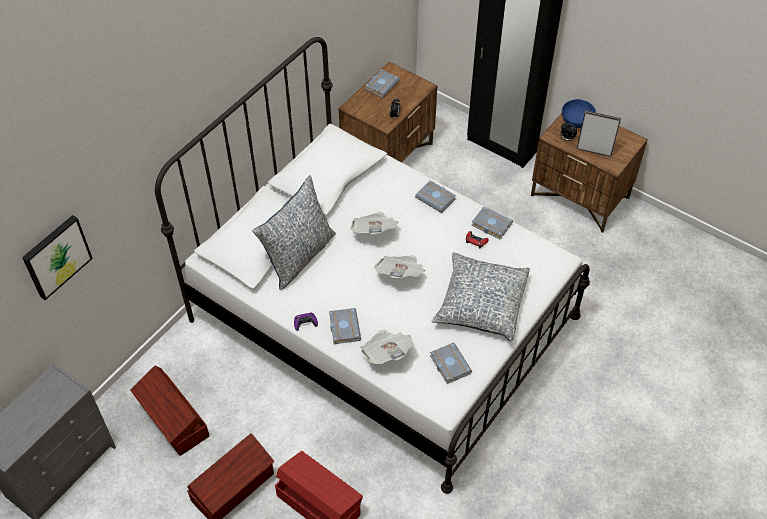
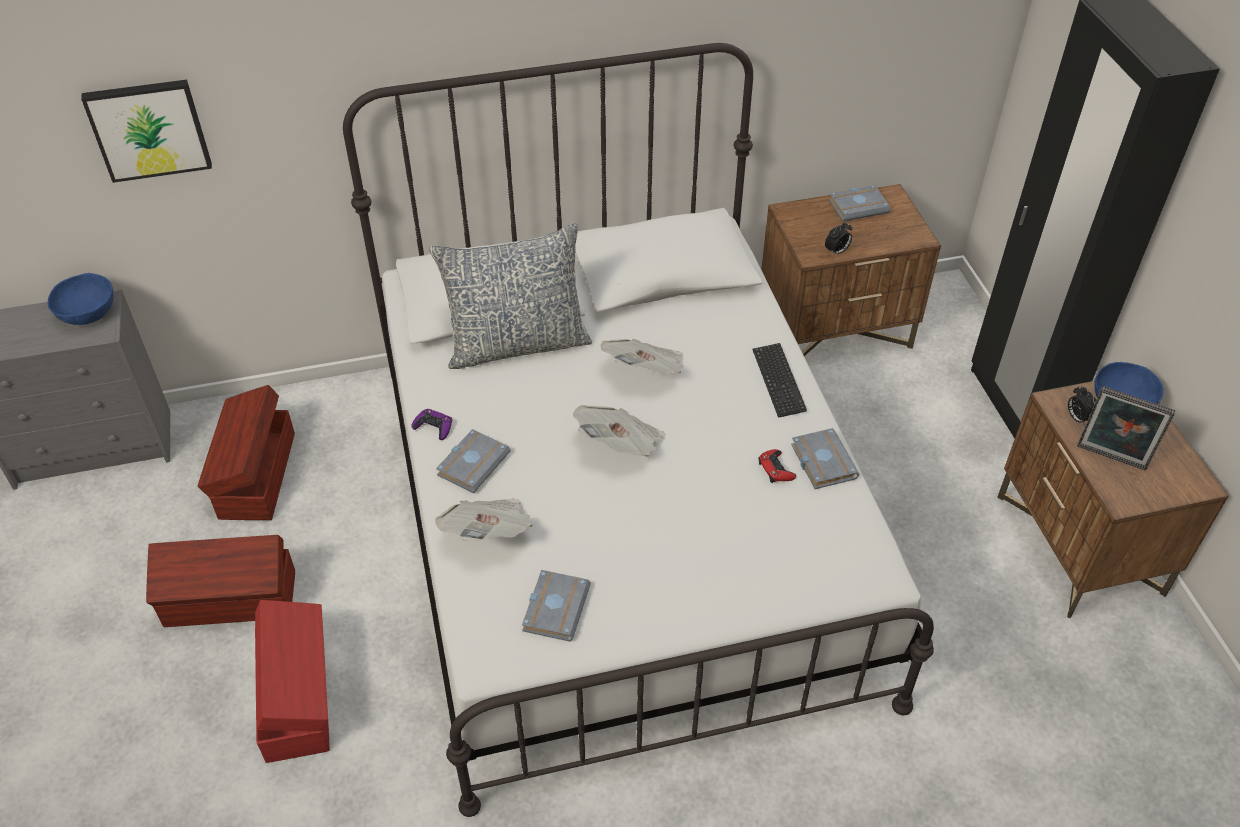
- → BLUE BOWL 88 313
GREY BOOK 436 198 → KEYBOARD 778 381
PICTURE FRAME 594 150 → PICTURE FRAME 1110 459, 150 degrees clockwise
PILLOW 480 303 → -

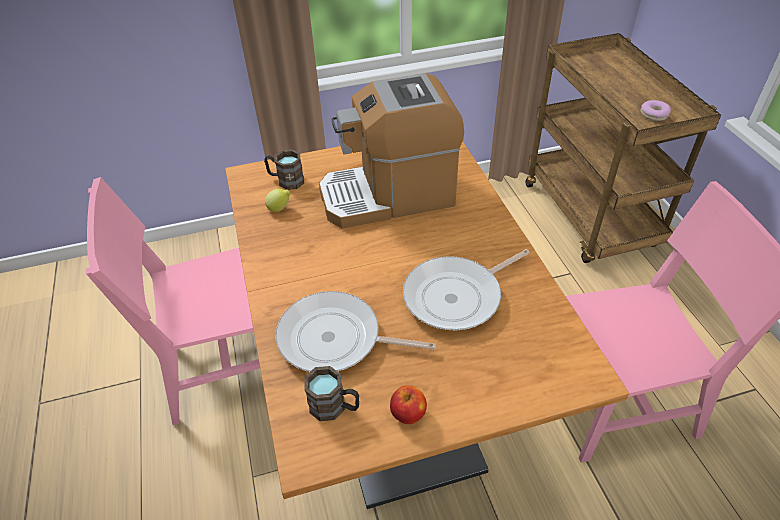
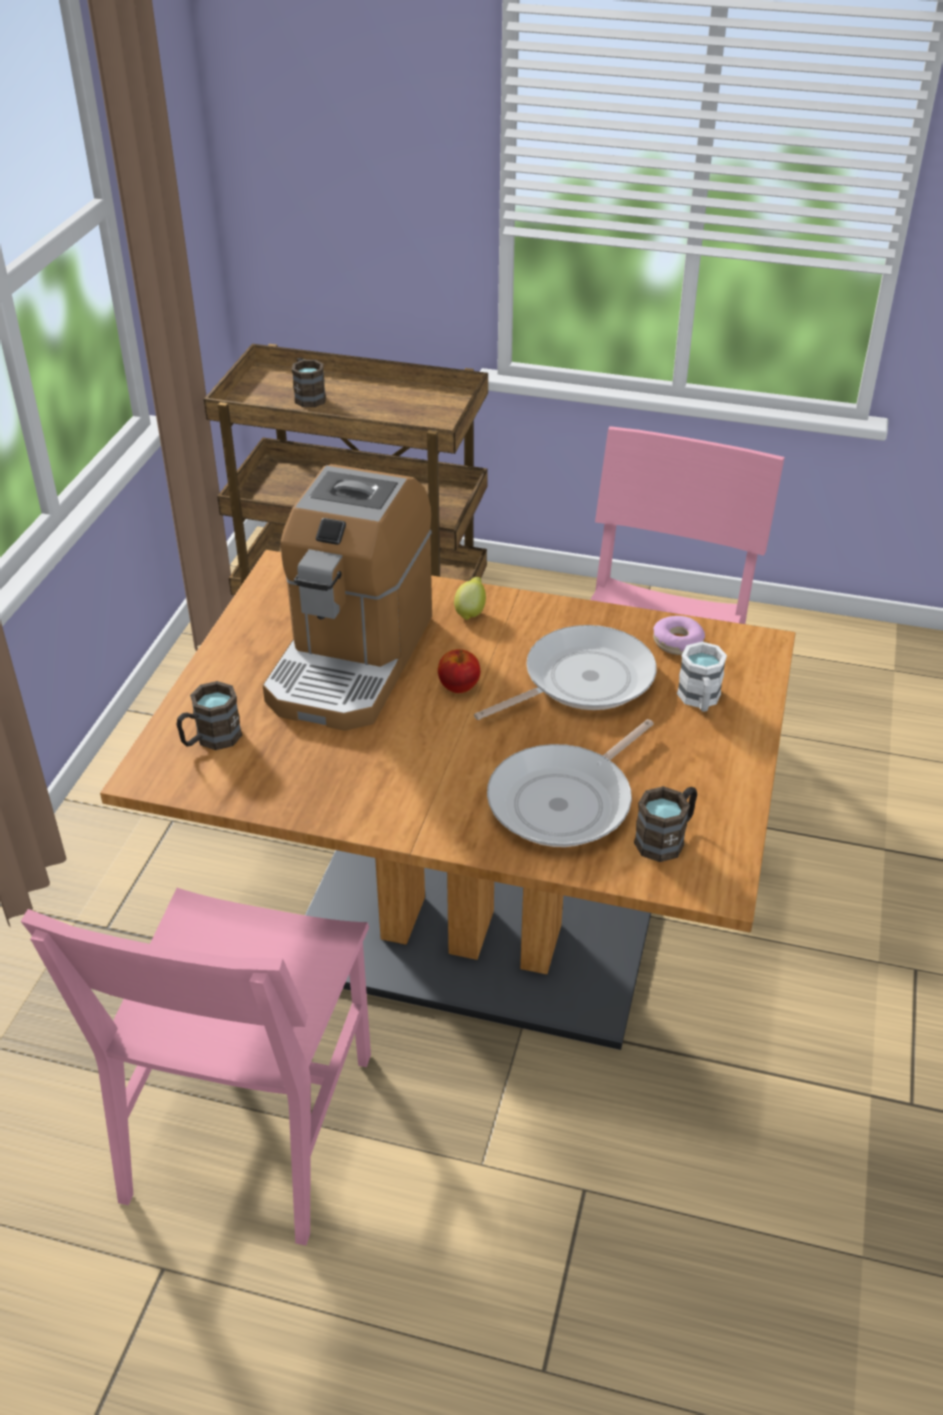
- → BROWN MUG 308 396
APPLE 408 414 → APPLE 459 686, relocated
LEMON 280 209 → LEMON 470 612, relocated
FRYING PAN 457 296 → FRYING PAN 581 680, 120 degrees counterclockwise
DONUT 654 114 → DONUT 677 642, relocated
- → WHITE MUG 699 700

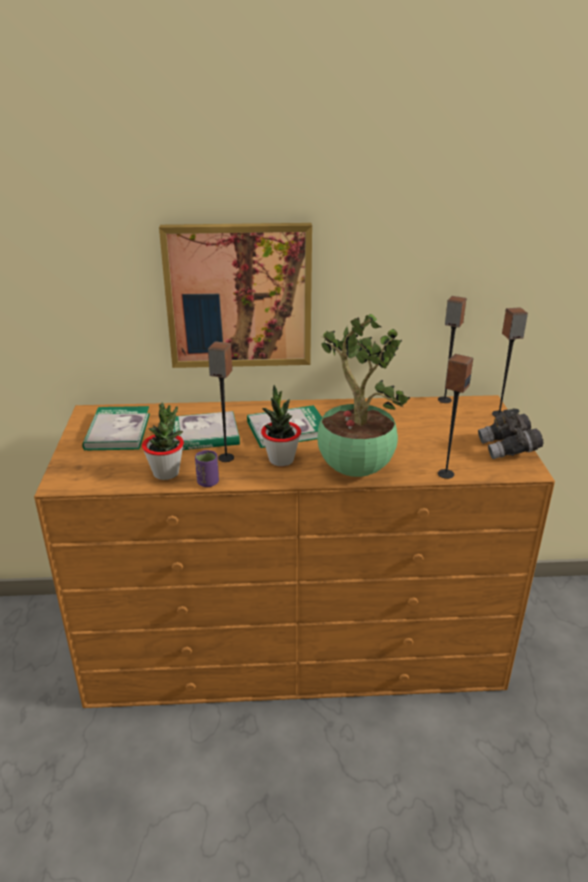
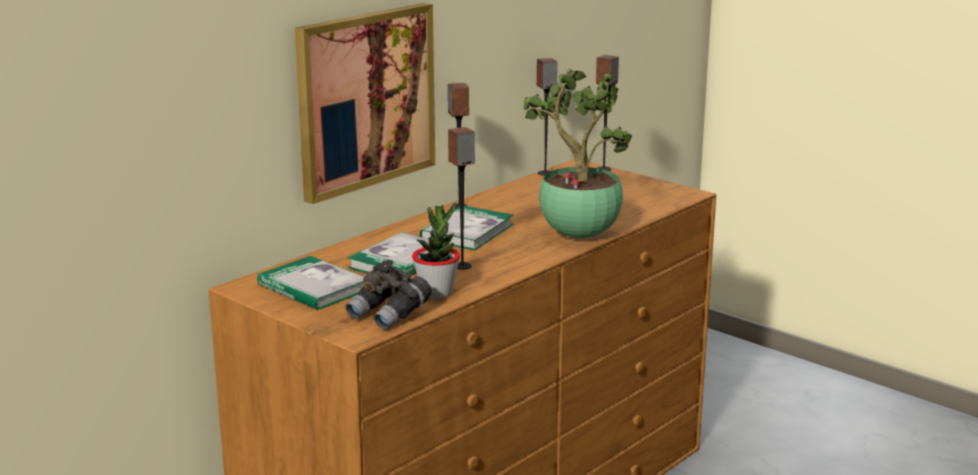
GREY BINOCULARS 508 449 → GREY BINOCULARS 389 315, relocated
SPEAKER 445 474 → SPEAKER 459 207, relocated
PURPLE CUP 208 482 → -
POTTED PLANT 281 460 → -

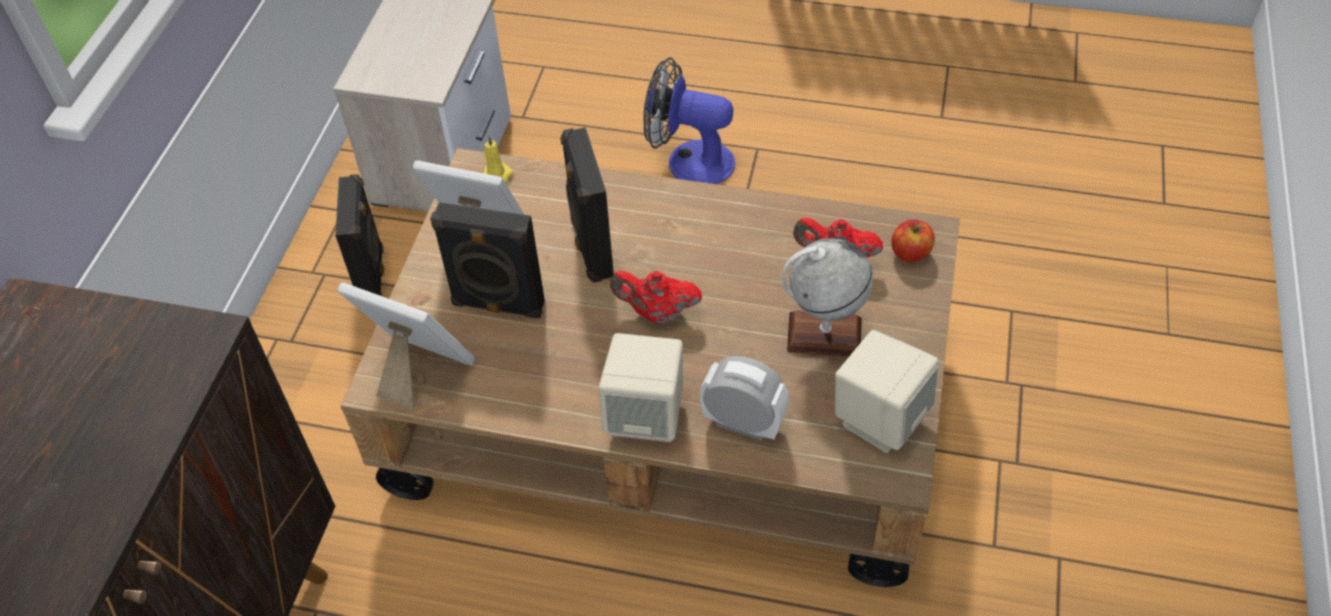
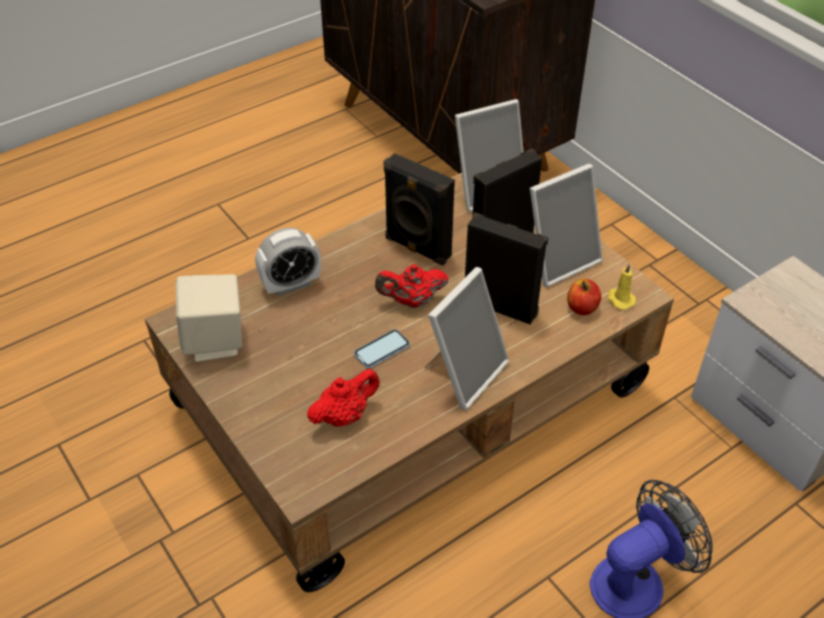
- → PHONE 382 350
RED TEAPOT 657 312 → RED TEAPOT 412 301, 150 degrees counterclockwise
BLACK SPEAKER 373 276 → BLACK SPEAKER 416 248, relocated
- → PICTURE FRAME 464 372
APPLE 910 252 → APPLE 582 308, relocated
BEIGE SPEAKER 646 416 → -
GLOBE 824 334 → -

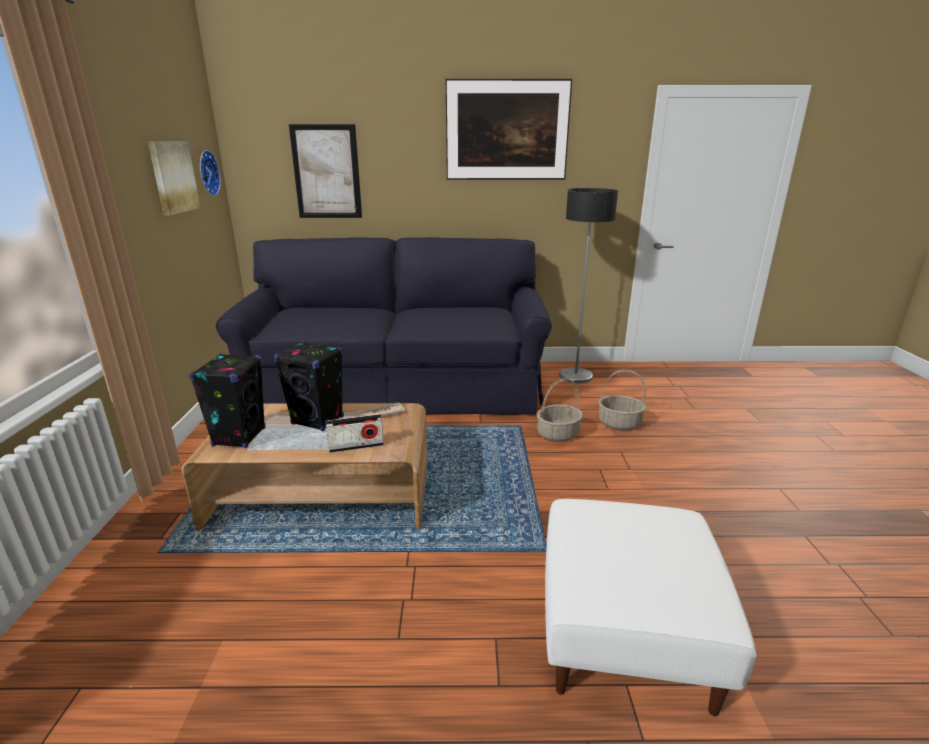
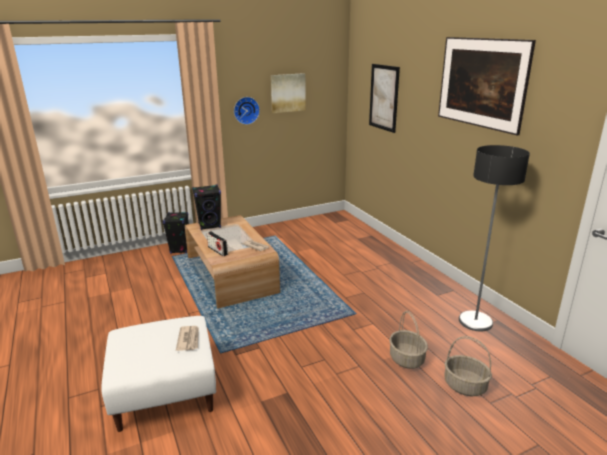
BLACK SPEAKER 318 421 → BLACK SPEAKER 180 249, relocated
- → NEWSPAPER 189 339
WALL CLOCK 206 173 → WALL CLOCK 246 110, relocated
BASKET 558 434 → BASKET 465 386, relocated
BLACK SOFA 396 386 → -

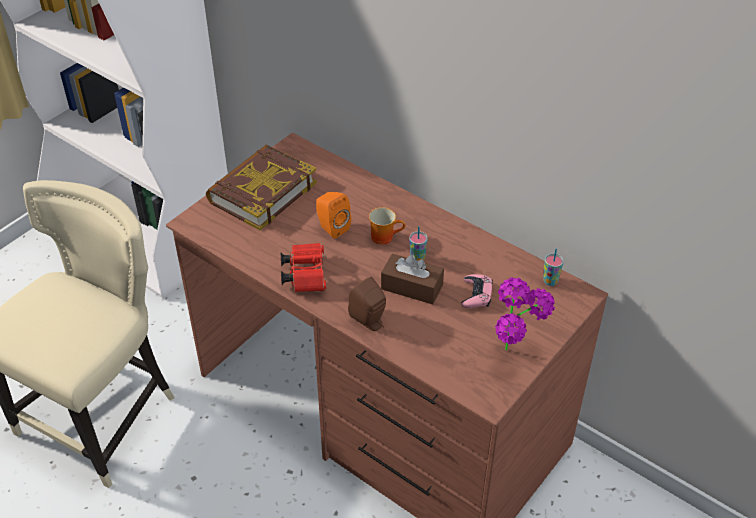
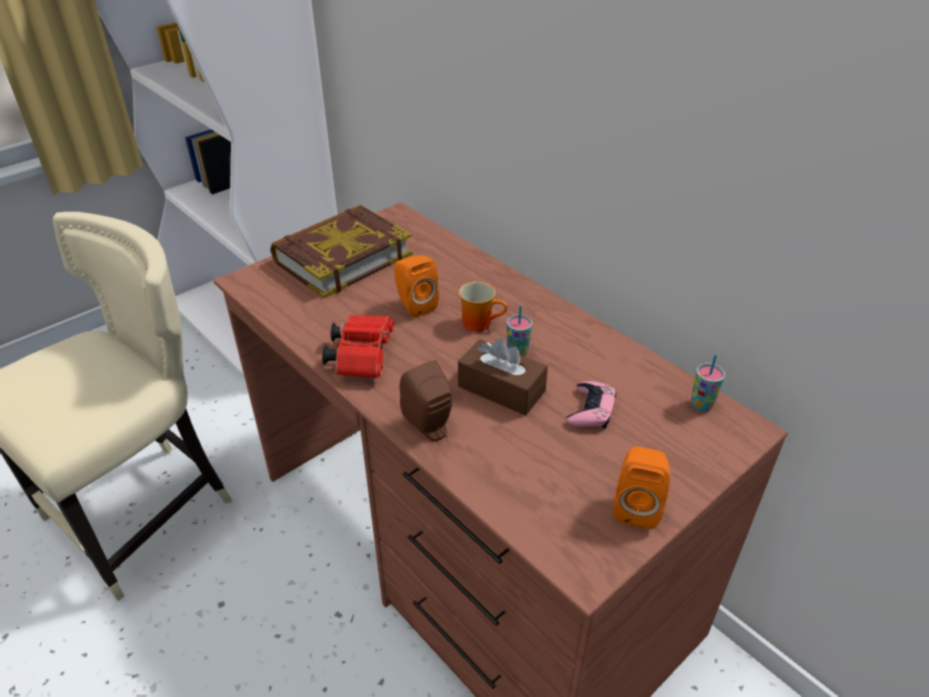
POTTED PLANT 515 356 → ORANGE SPEAKER 636 506

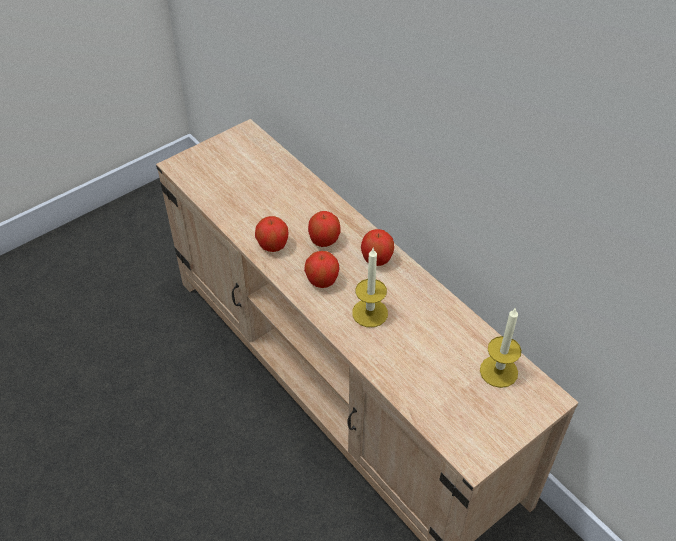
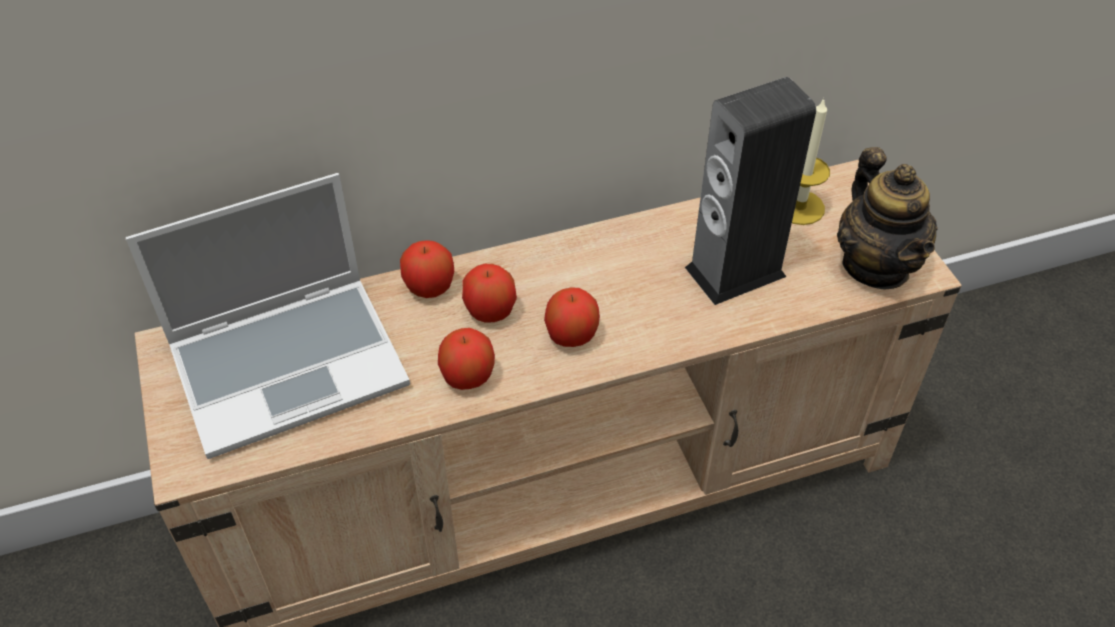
- → LAPTOP 291 364
APPLE 377 259 → APPLE 429 287, relocated
- → SPEAKER 735 272
- → TEAPOT 876 266
CANDLE 370 313 → -

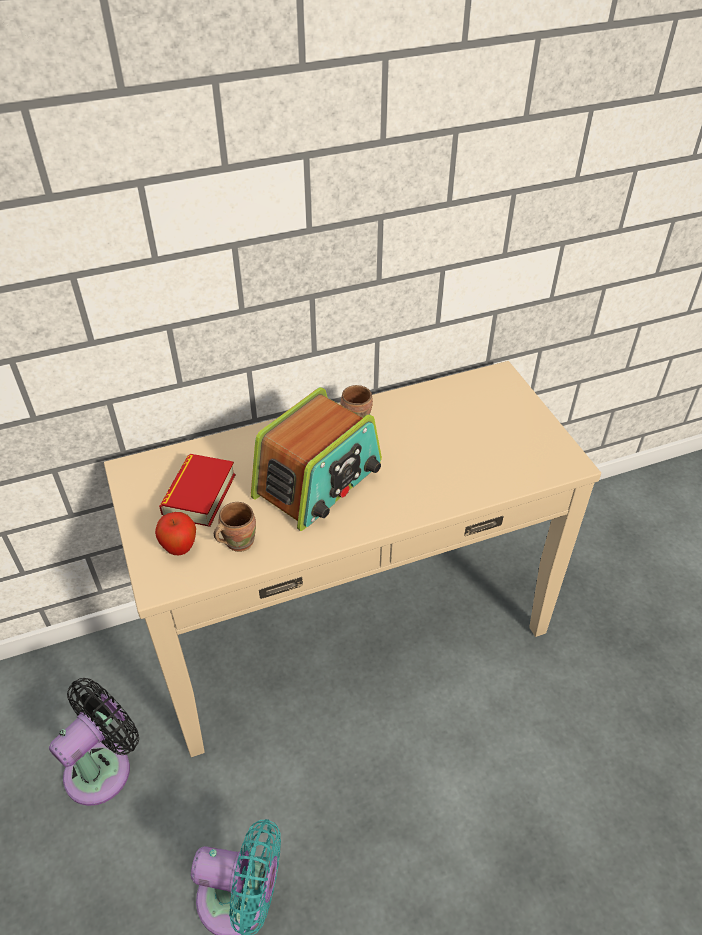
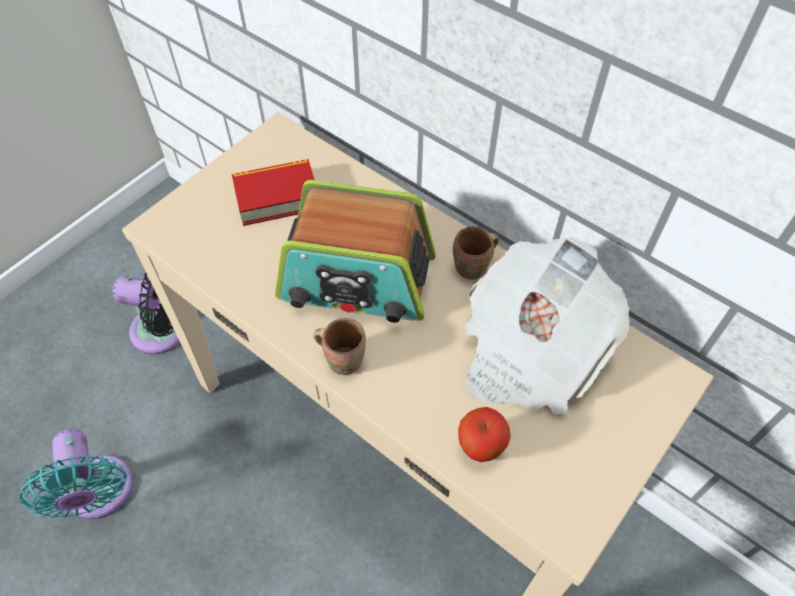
BROWN MUG 237 541 → BROWN MUG 344 358, relocated
APPLE 180 548 → APPLE 480 448, relocated
- → NEWSPAPER 529 350

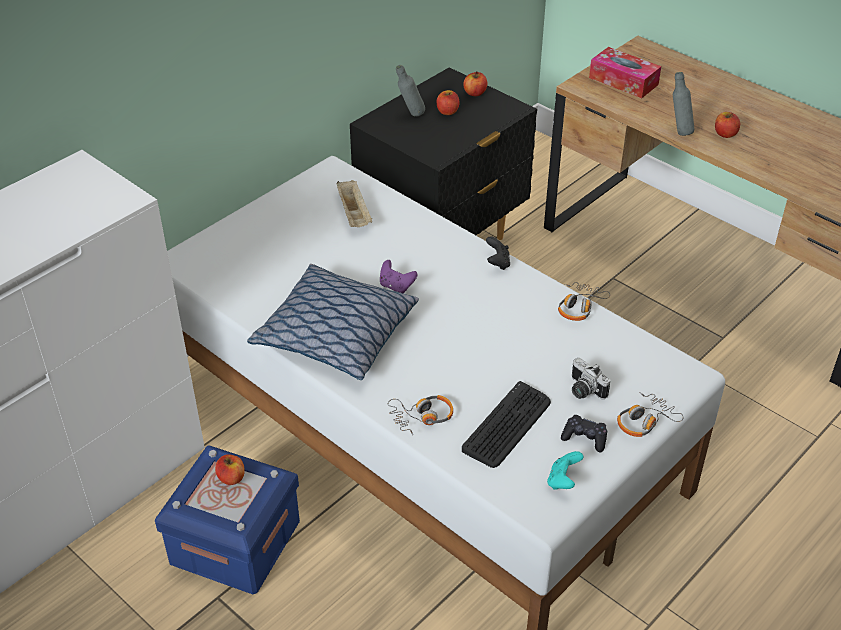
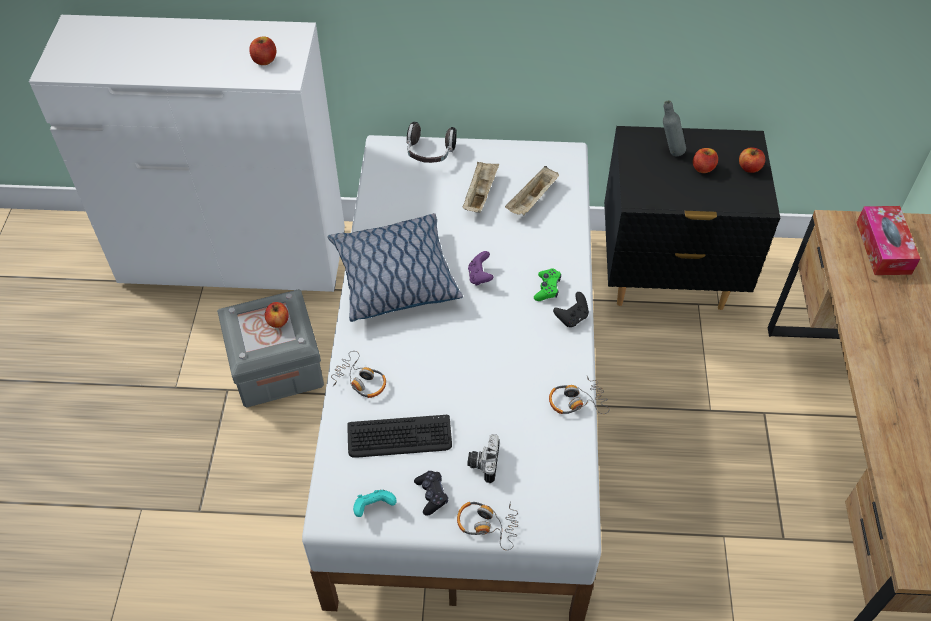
BLUE STORAGE BOX 235 542 → GREY STORAGE BOX 276 366
APPLE 725 134 → APPLE 264 60, relocated
- → HEADPHONES 430 153
- → BEIGE TRAY 480 194
- → GREEN GAME CONTROLLER 547 288
GREY BOTTLE 679 131 → -

